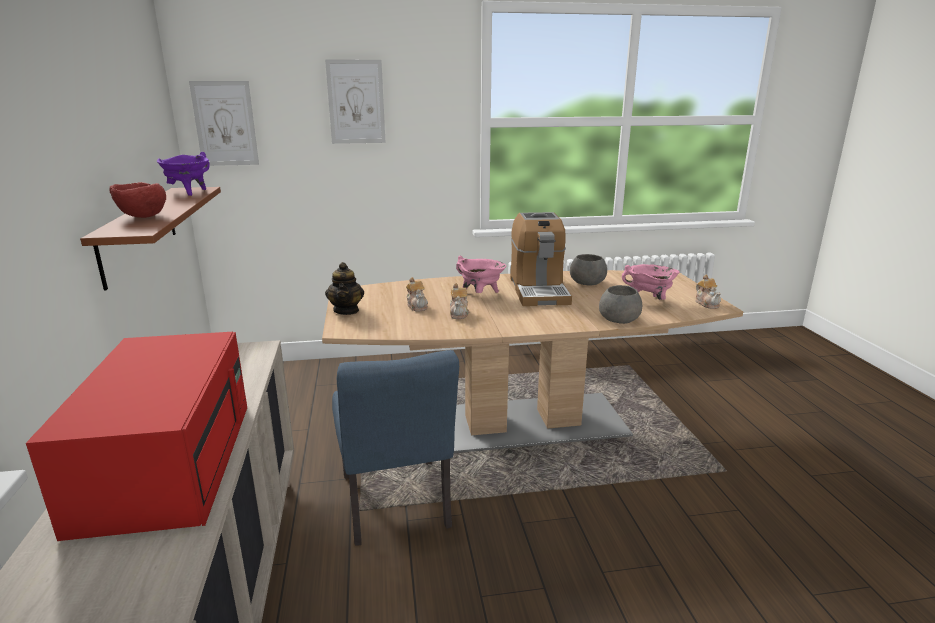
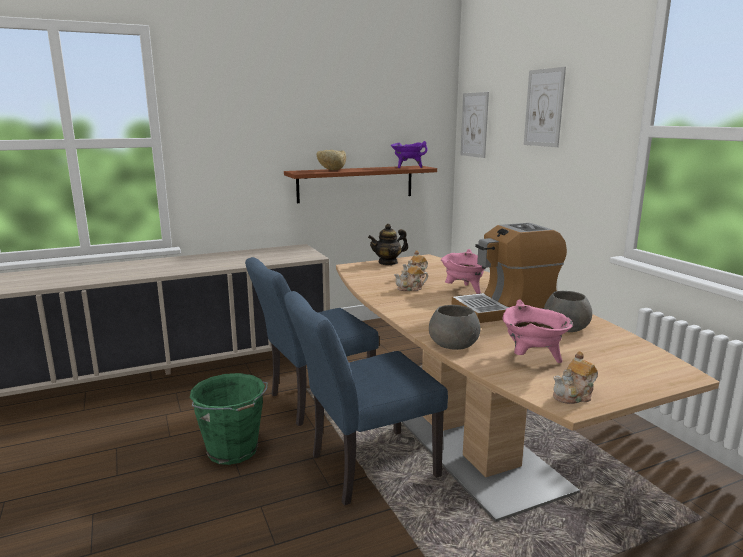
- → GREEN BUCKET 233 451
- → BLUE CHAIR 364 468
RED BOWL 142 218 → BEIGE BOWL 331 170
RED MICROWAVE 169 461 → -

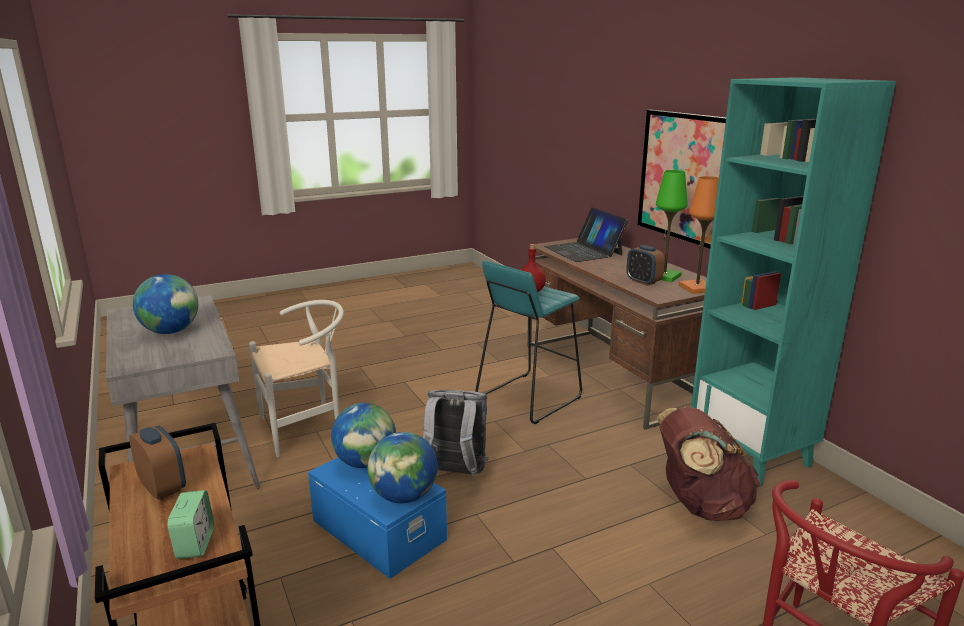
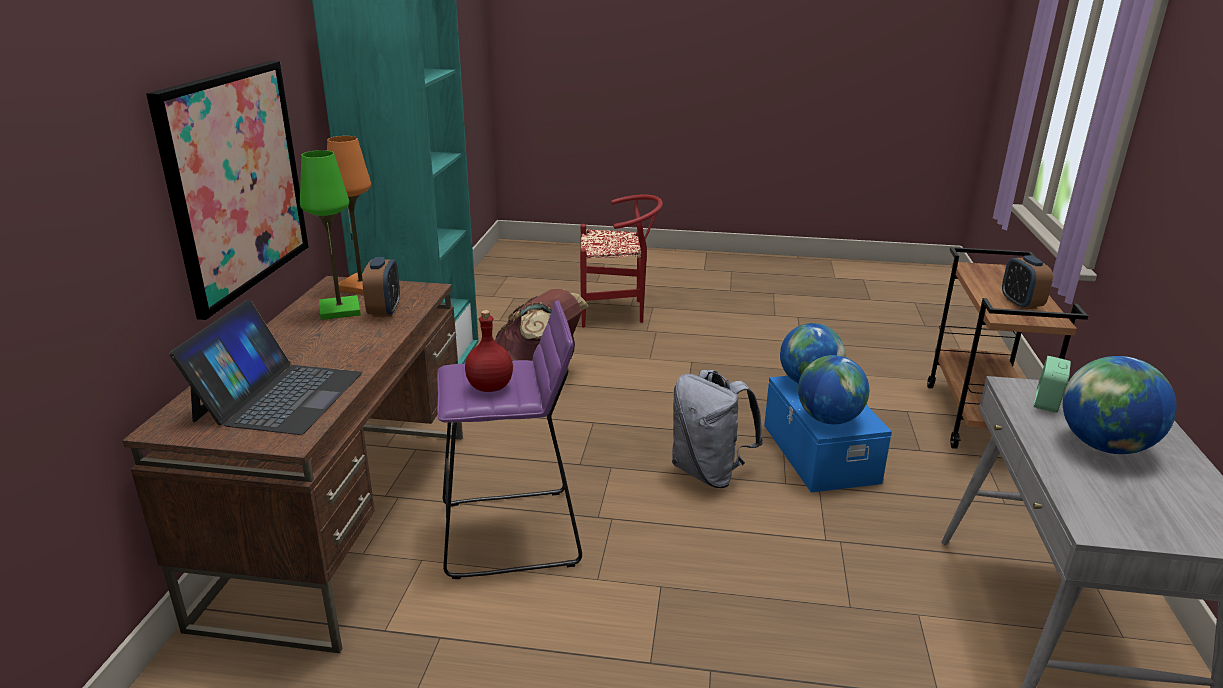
TURQUOISE STOOL 527 398 → PURPLE STOOL 511 533
ALARM CLOCK 195 544 → ALARM CLOCK 1046 403, relocated
WHITE CHAIR 307 427 → -

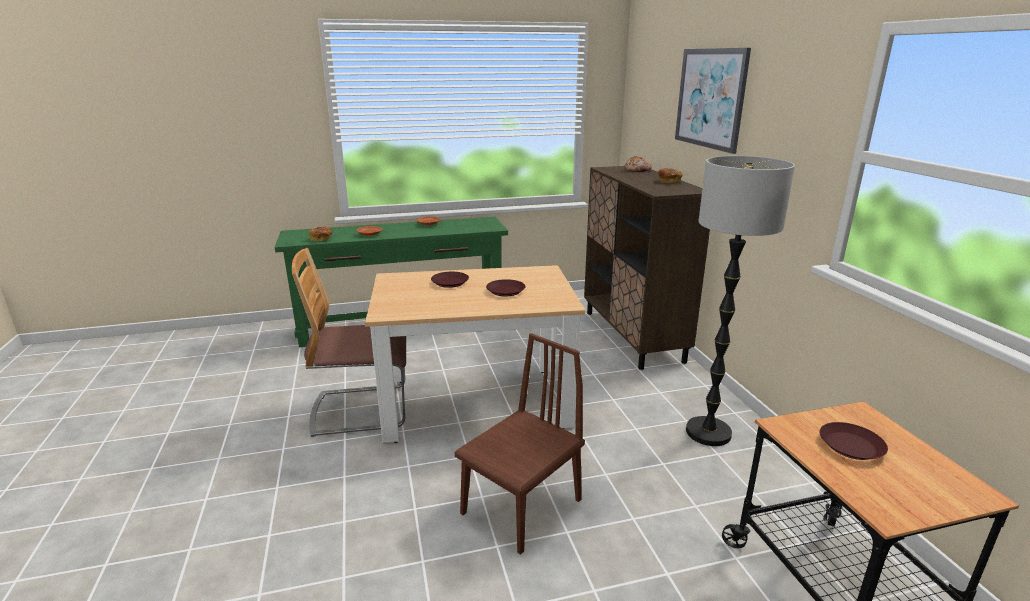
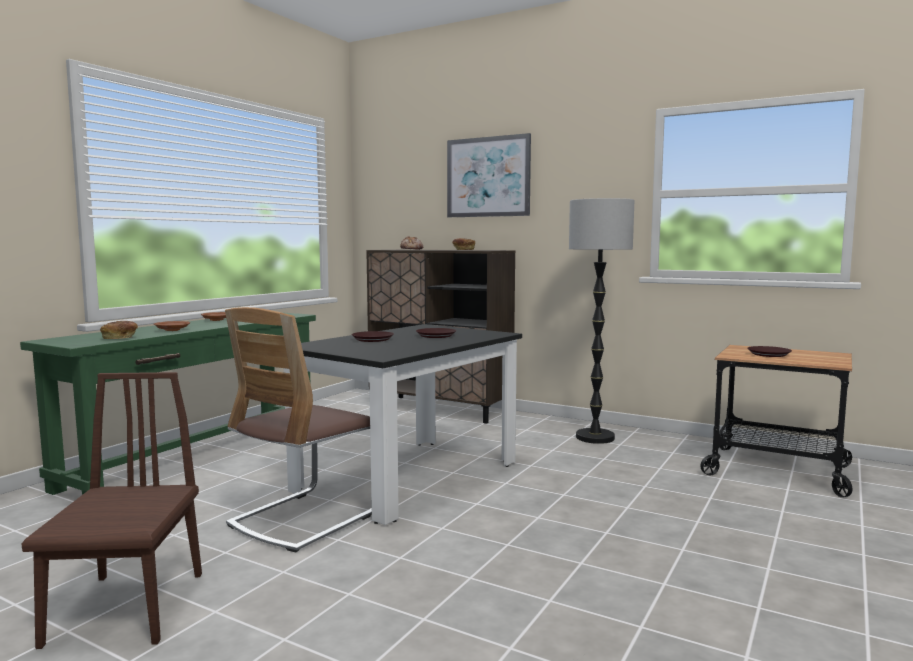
BROWN CHAIR 521 506 → BROWN CHAIR 127 608, relocated
BEIGE DINING TABLE 476 403 → BLACK DINING TABLE 408 477

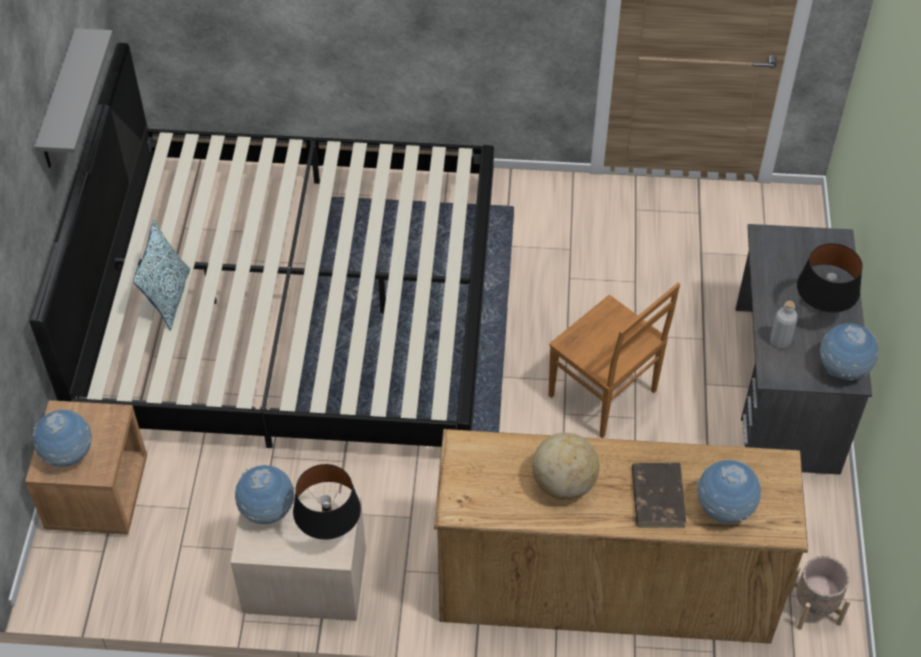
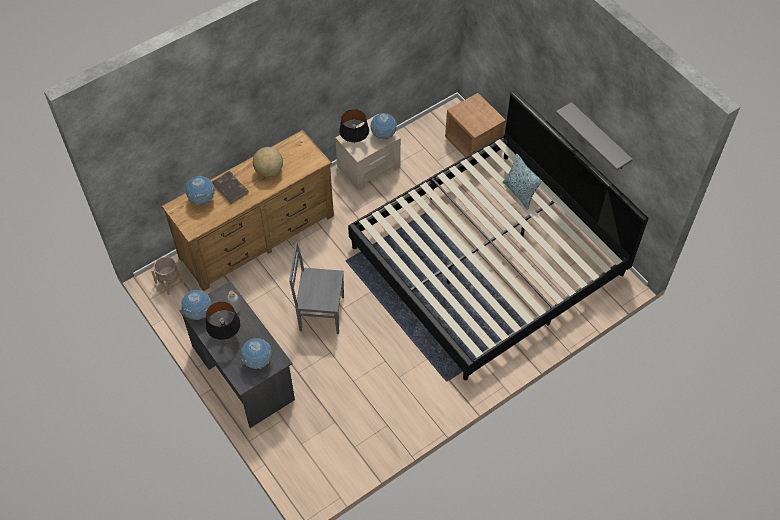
GLOBE 68 455 → GLOBE 258 361, relocated
BROWN CHAIR 604 395 → GREY CHAIR 320 313

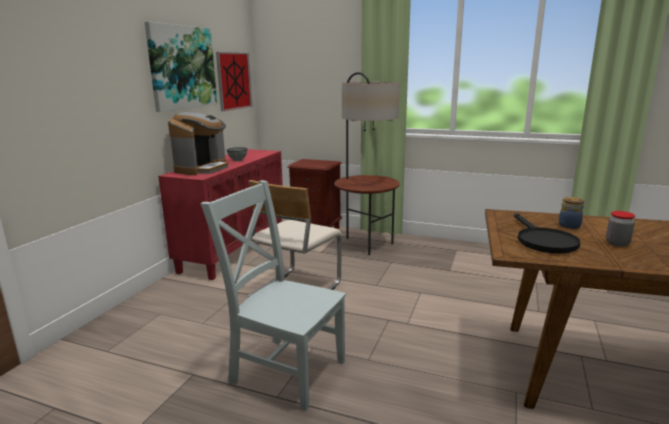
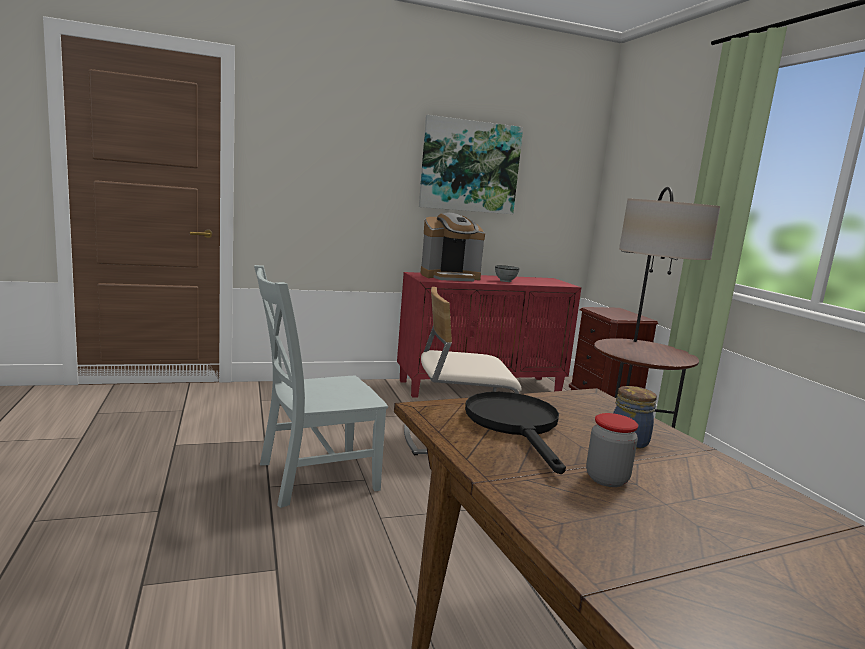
GREY CHAIR 284 369 → GREY CHAIR 312 477, 105 degrees counterclockwise
BLACK FRYING PAN 542 241 → BLACK FRYING PAN 516 425, 120 degrees clockwise
PICTURE 234 81 → -

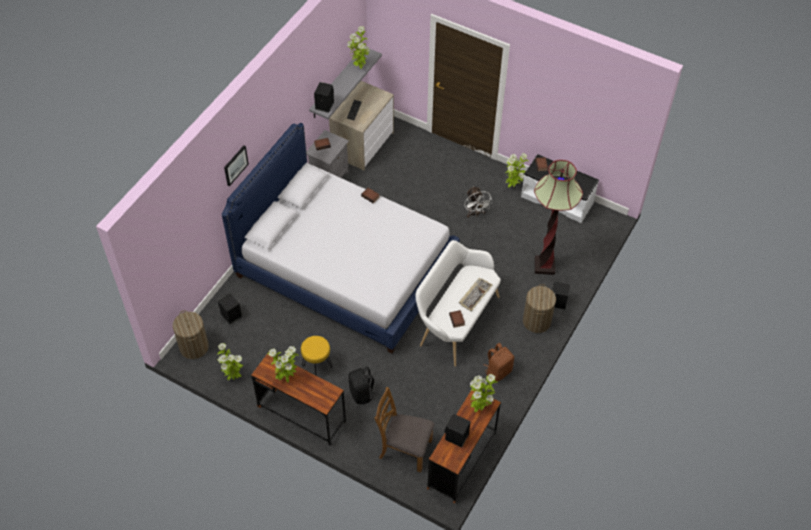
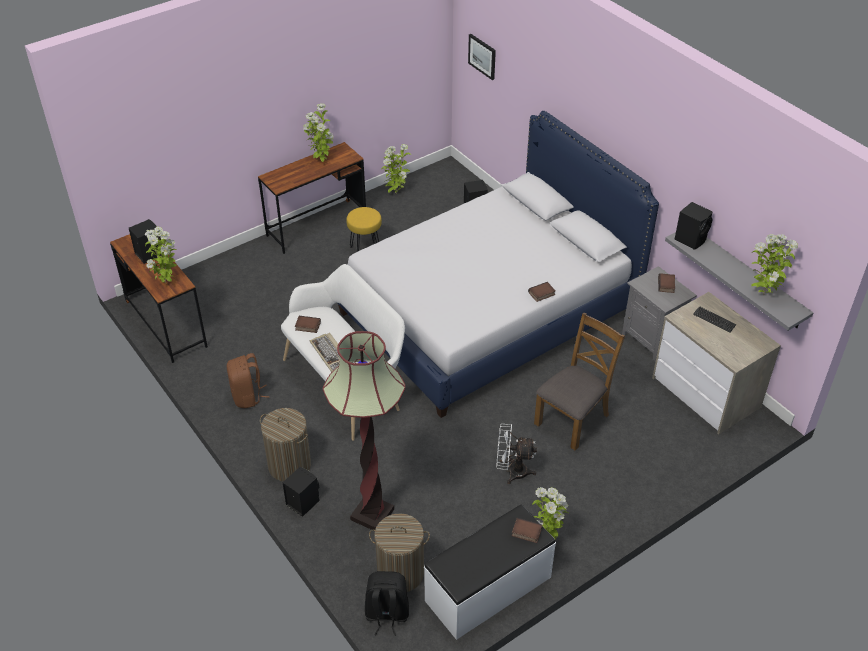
BLACK BACKPACK 362 393 → BLACK BACKPACK 386 614, relocated
LAUNDRY BASKET 194 347 → LAUNDRY BASKET 400 573, relocated
PICTURE 235 165 → PICTURE 482 56, relocated
BROWN CHAIR 404 449 → BROWN CHAIR 573 419, relocated

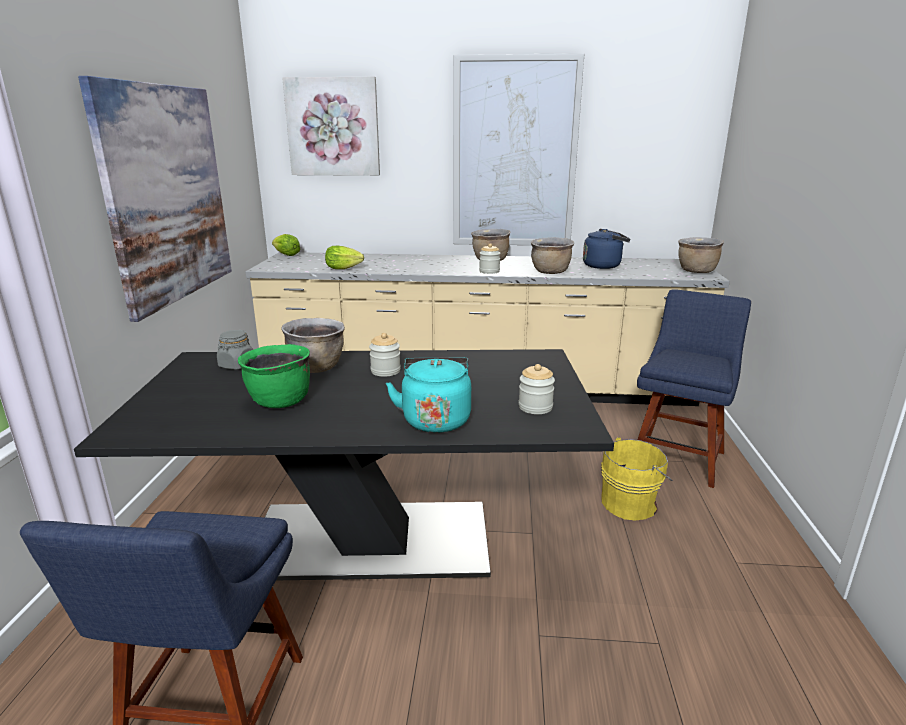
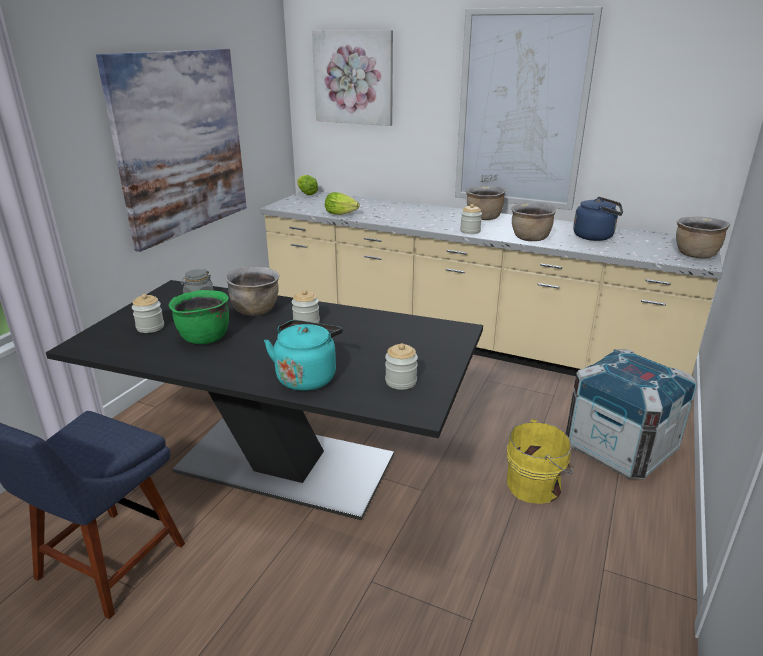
- → JAR 150 327
BLUE CHAIR 678 456 → CRATE 620 448

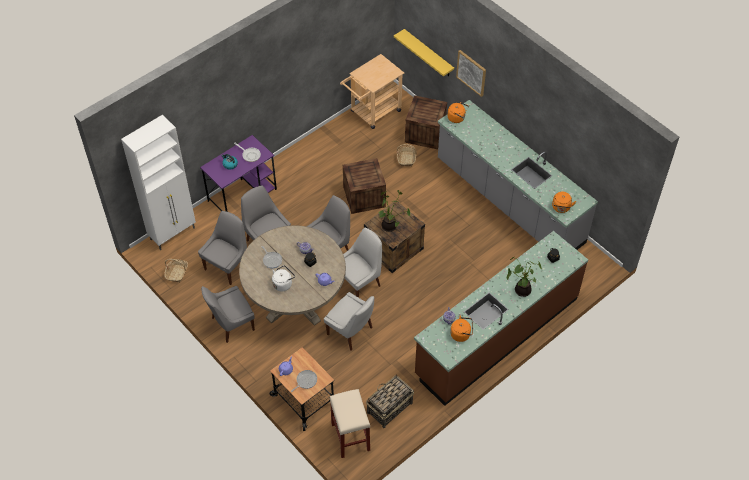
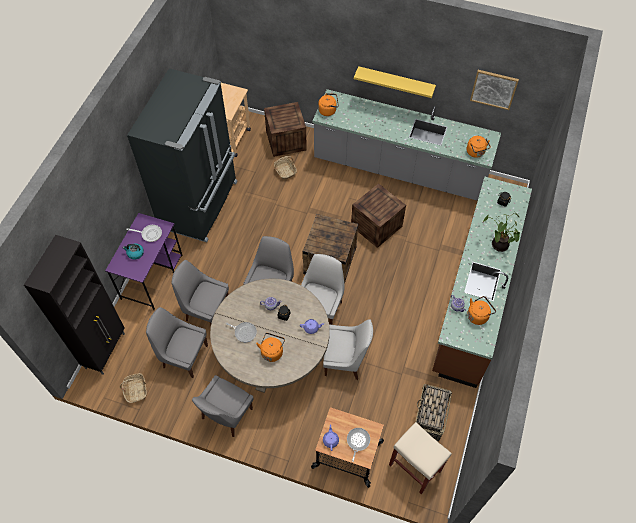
WHITE CABINET 173 233 → BLACK CABINET 106 350
- → BLACK FRIDGE 200 205
GREY CHAIR 228 266 → GREY CHAIR 183 356, 75 degrees counterclockwise
WHITE KETTLE 283 284 → ORANGE KETTLE 272 351
CRATE 364 197 → CRATE 376 226, relocated
YELLOW SHELF 428 53 → YELLOW SHELF 396 82, relocated
PICTURE 471 72 → PICTURE 494 89, relocated
POTTED PLANT 390 226 → -

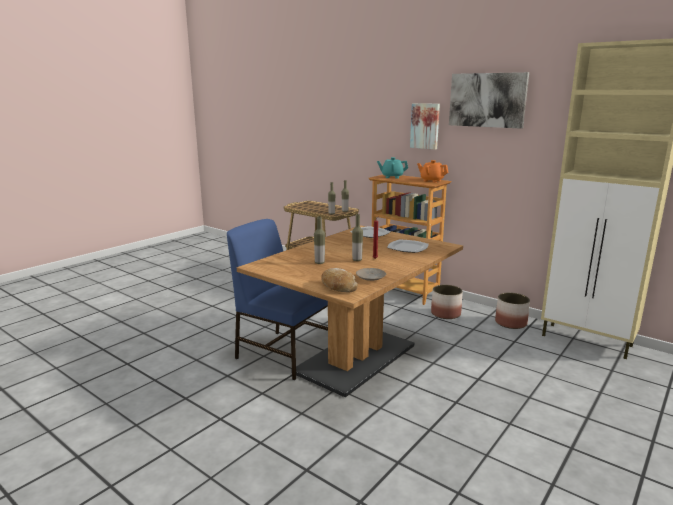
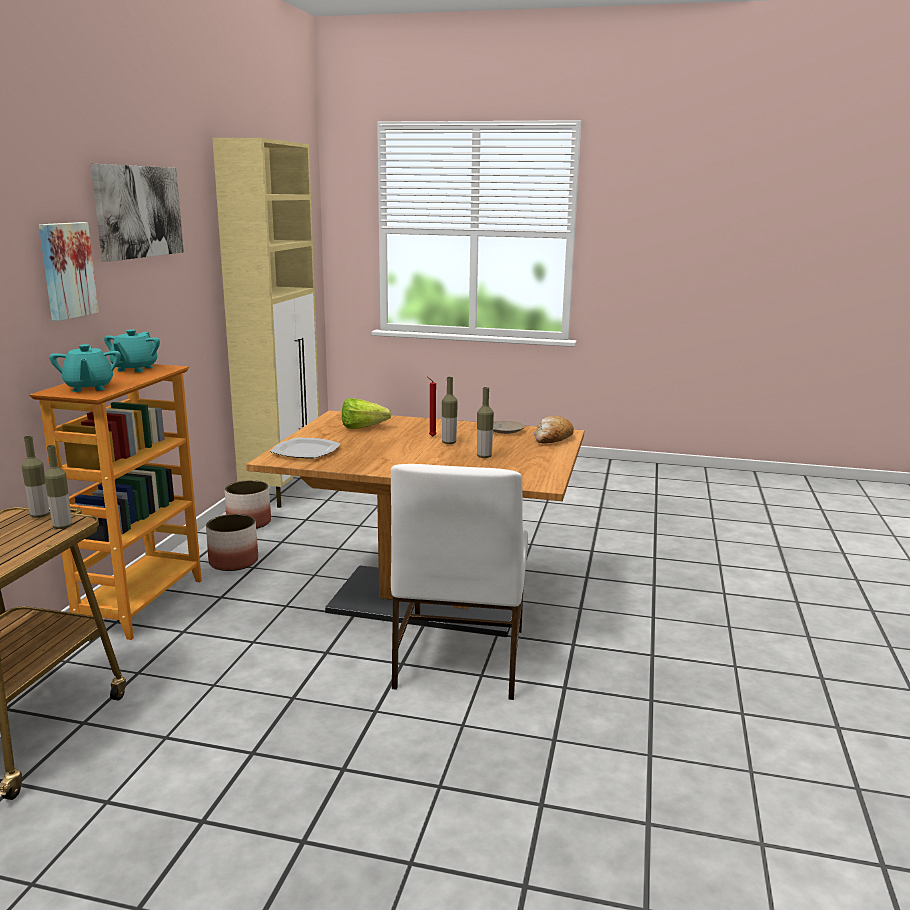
ORANGE TEAPOT 431 181 → TURQUOISE TEAPOT 134 369
PLATE 408 248 → LETTUCE 366 428
BLUE CHAIR 284 353 → WHITE CHAIR 458 659

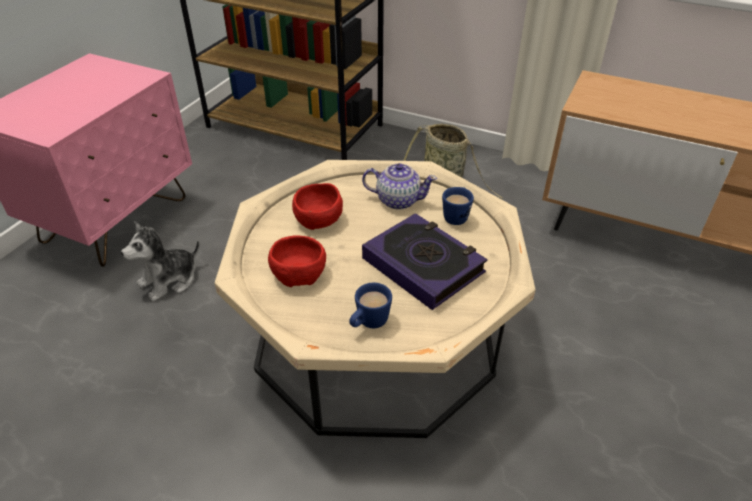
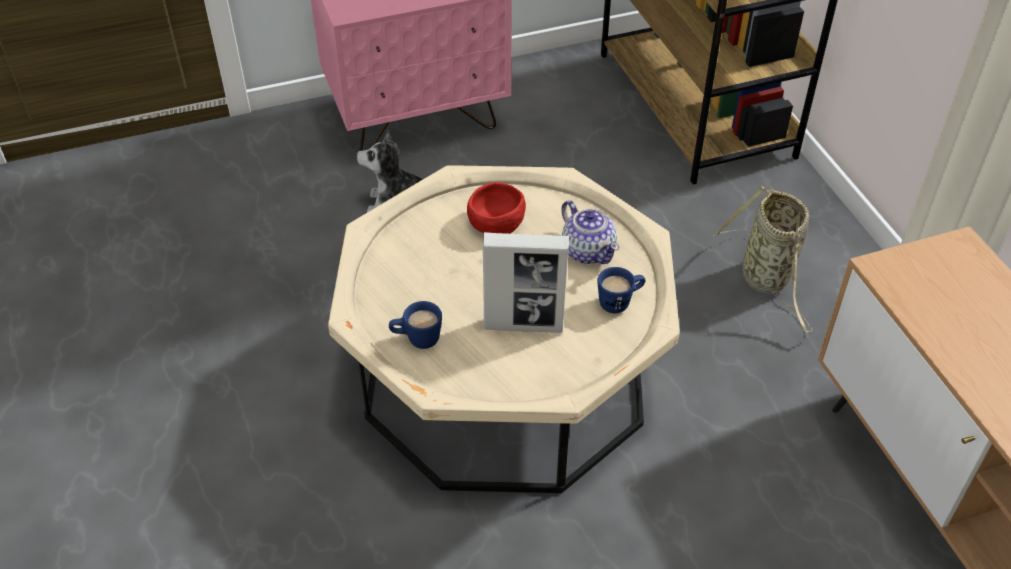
BOOK 423 265 → PICTURE FRAME 524 325
RED BOWL 298 272 → -

